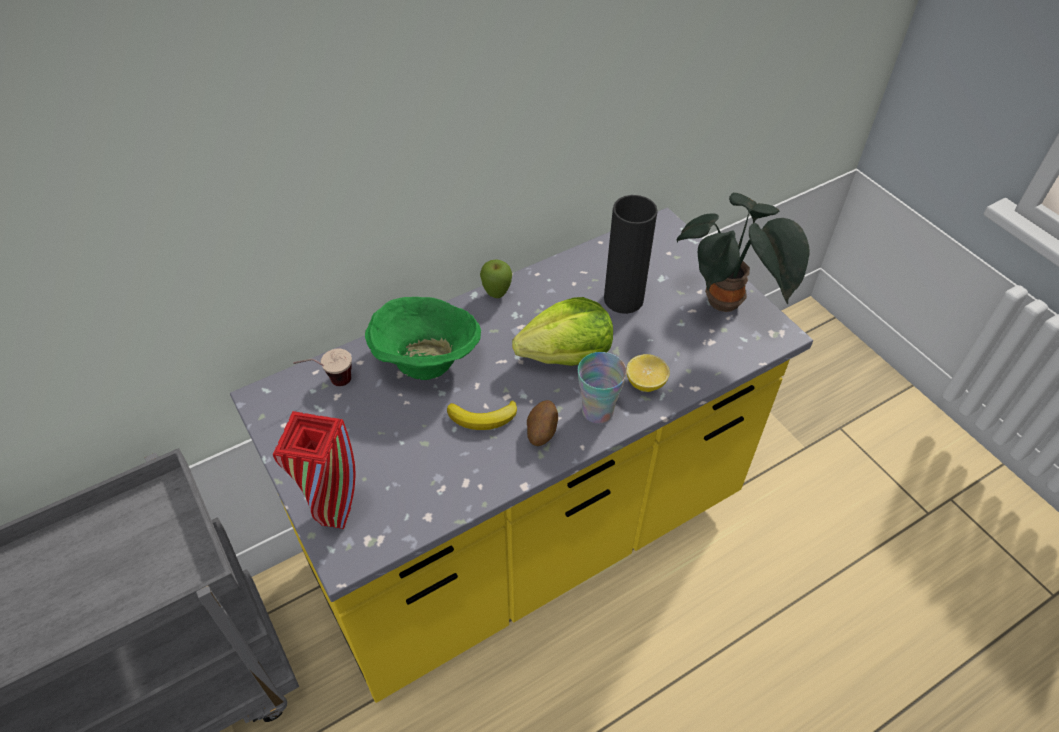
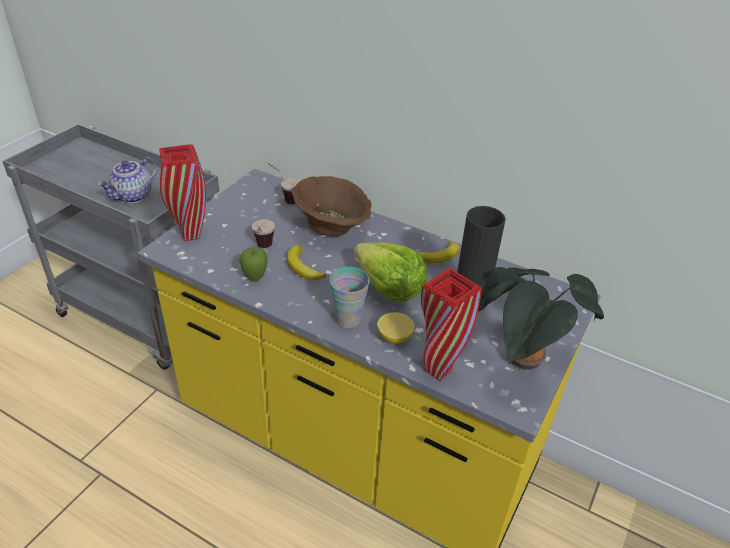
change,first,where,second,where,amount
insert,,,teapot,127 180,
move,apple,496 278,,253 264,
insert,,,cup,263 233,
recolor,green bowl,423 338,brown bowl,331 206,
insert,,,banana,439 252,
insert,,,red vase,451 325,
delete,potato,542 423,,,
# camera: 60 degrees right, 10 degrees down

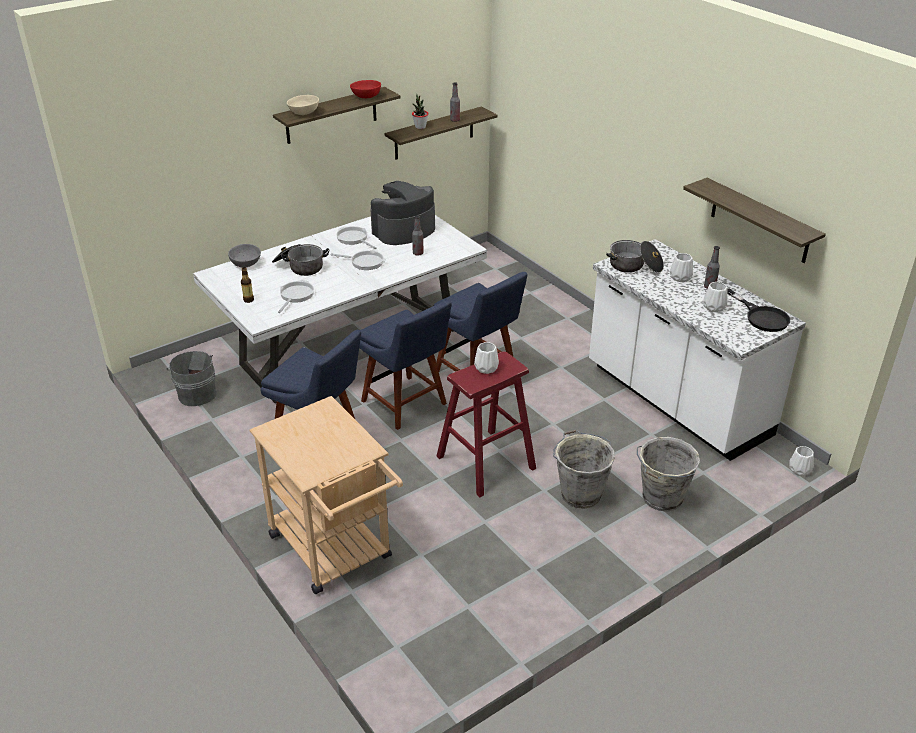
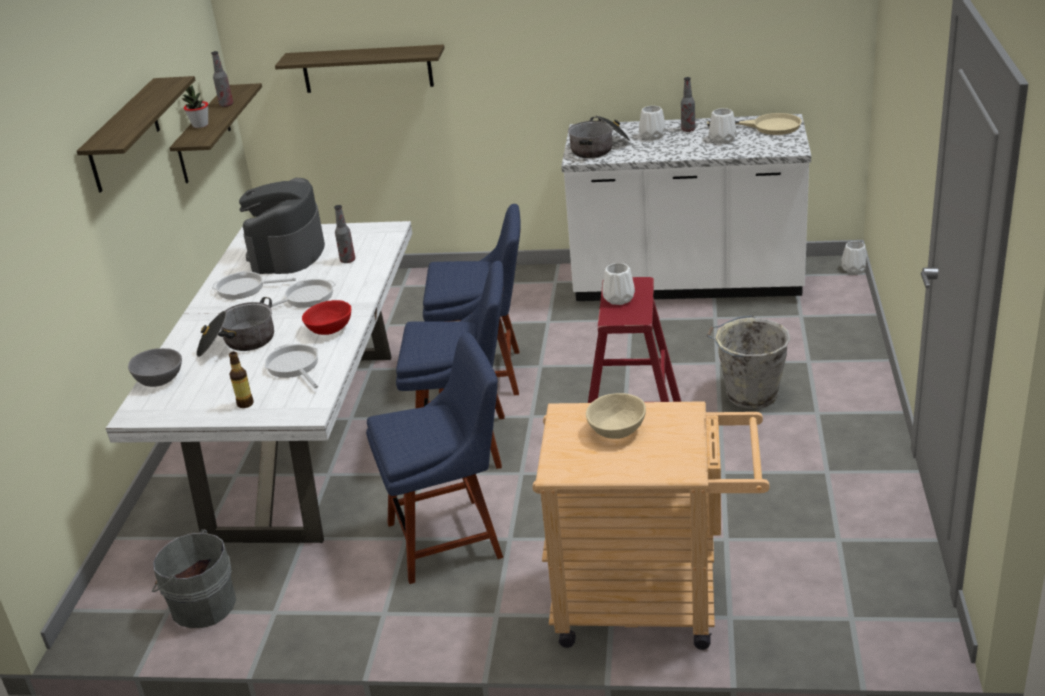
change,first,where,second,where,amount
move,shelf,754 220,,360 68,
move,red bowl,365 89,,326 317,
move,beige bowl,303 105,,616 416,
recolor,black frying pan,759 310,beige frying pan,754 124,
delete,grey bucket,668 474,,,
# camera: 45 degrees left, 5 degrees down

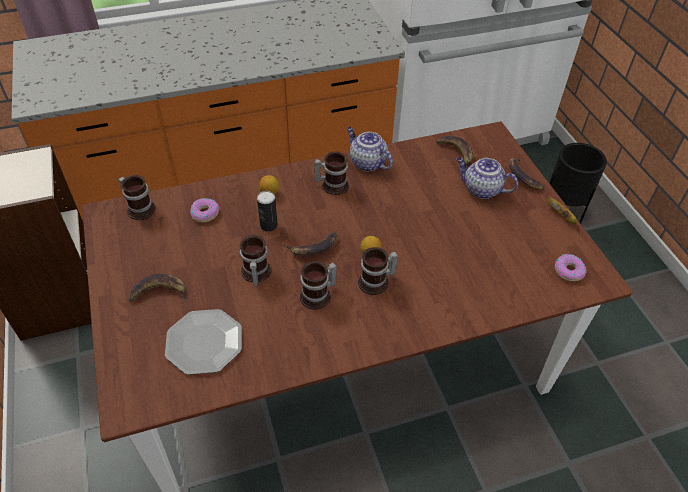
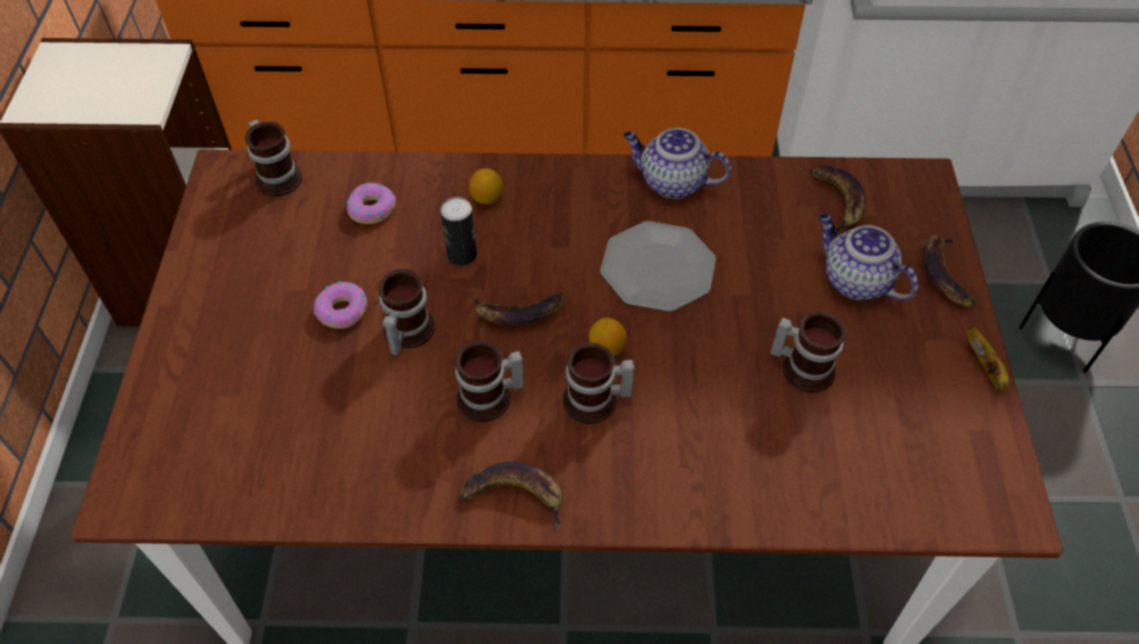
change,first,where,second,where,amount
move,donut,570 267,,340 305,
move,banana,158 288,,510 496,
move,plate,203 342,,658 266,
rotate,teapot,370 149,,677 163,45 degrees counterclockwise
move,mug,331 173,,808 351,
# camera: 20 degrees right, 5 degrees up

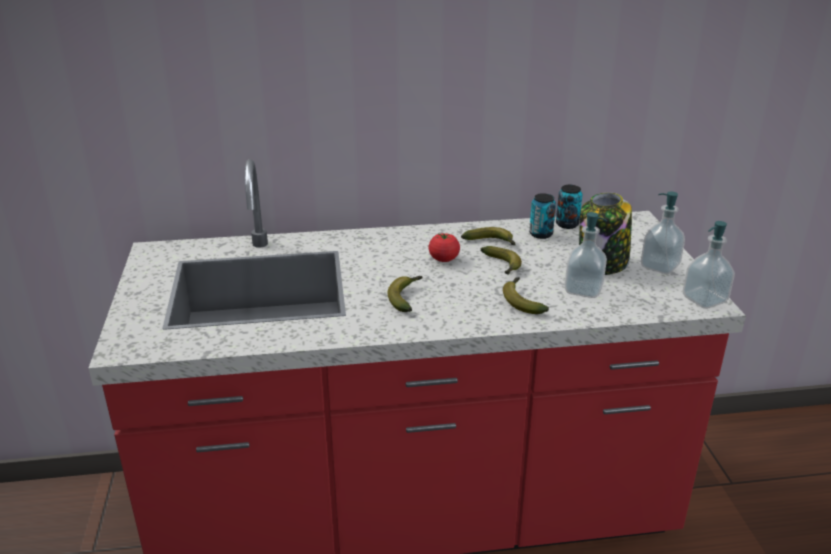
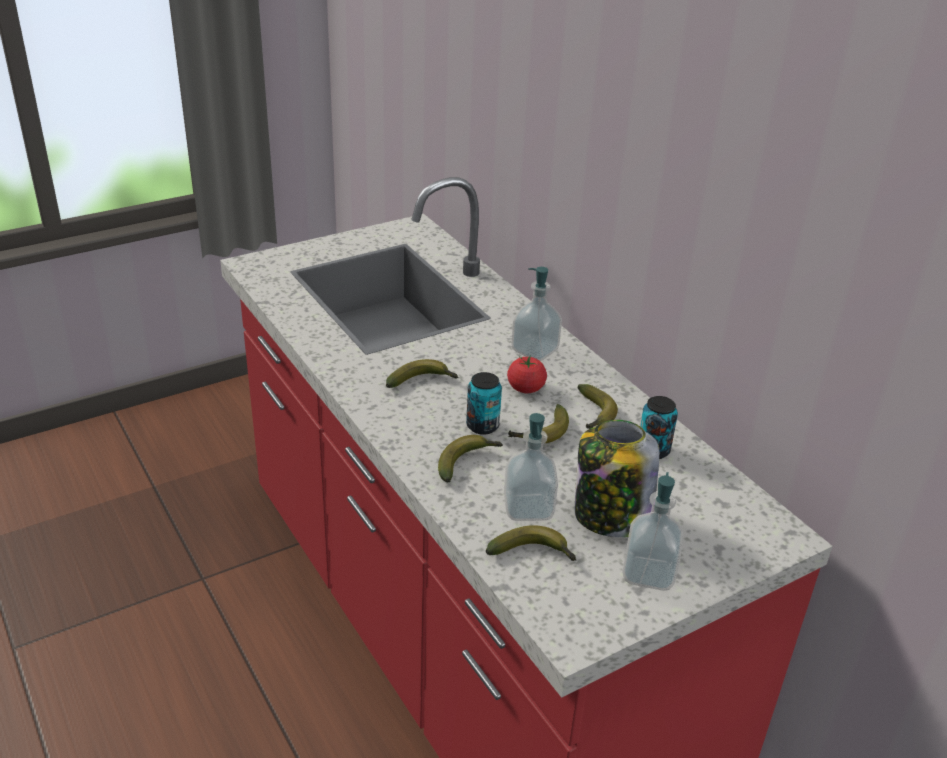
change,first,where,second,where,amount
move,can,569 207,,484 403,
insert,,,banana,531 543,
move,soap dispenser,709 265,,537 314,
# camera: 65 degrees right, 5 degrees up

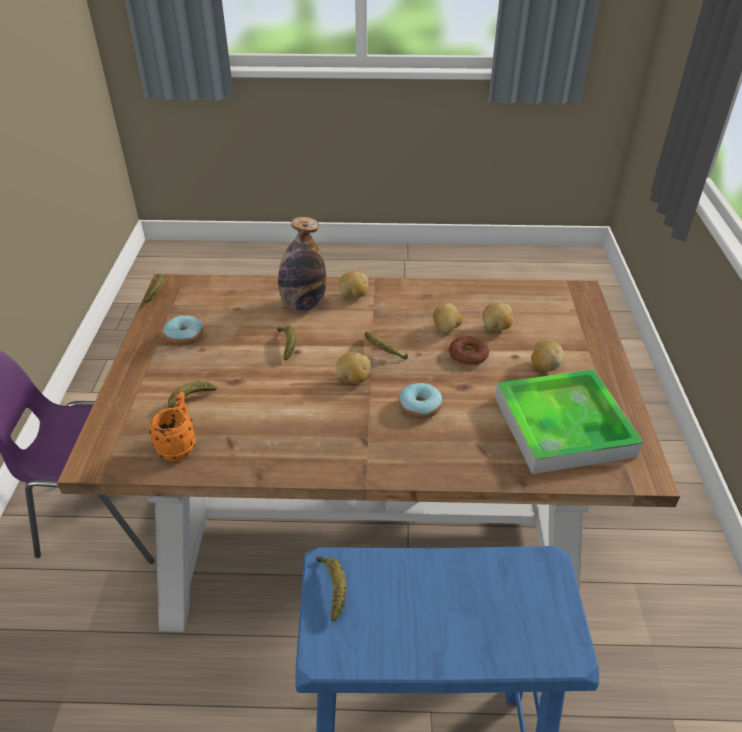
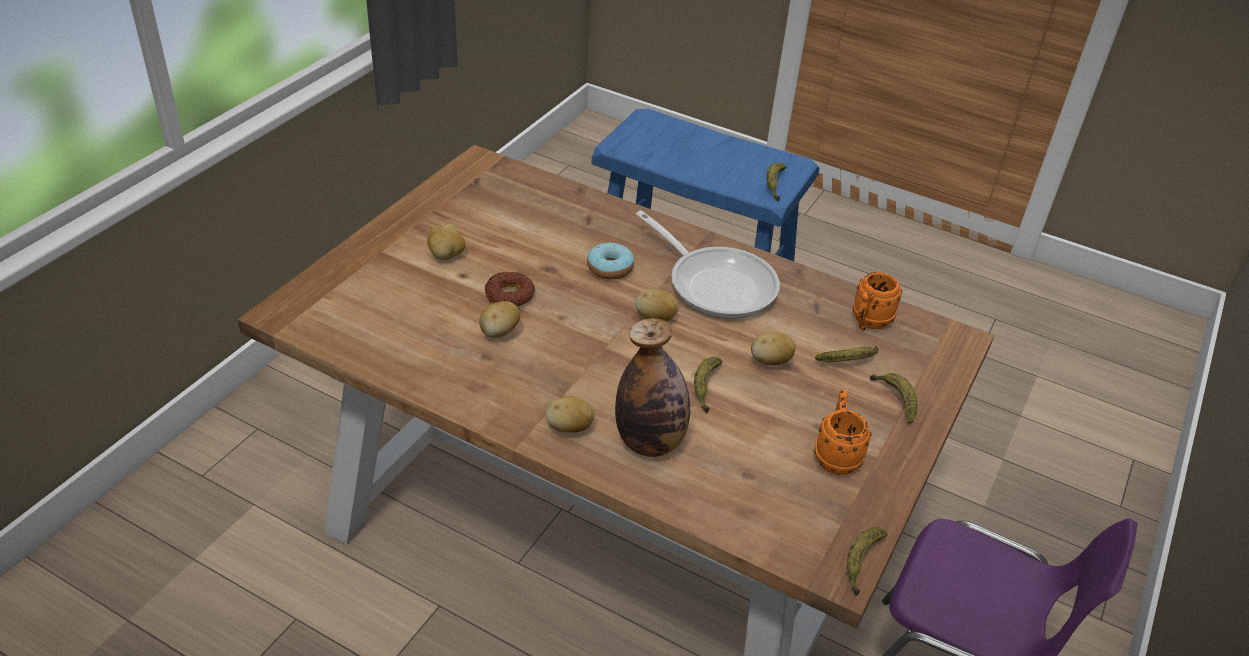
change,first,where,second,where,amount
insert,,,frying pan,708 265,
move,potato,498 316,,773 348,
replace,donut,183 330,orange mug,842 432,
move,banana,386 345,,893 398,
delete,tray,569 421,,,
# camera: 155 degrees left, 0 degrees up

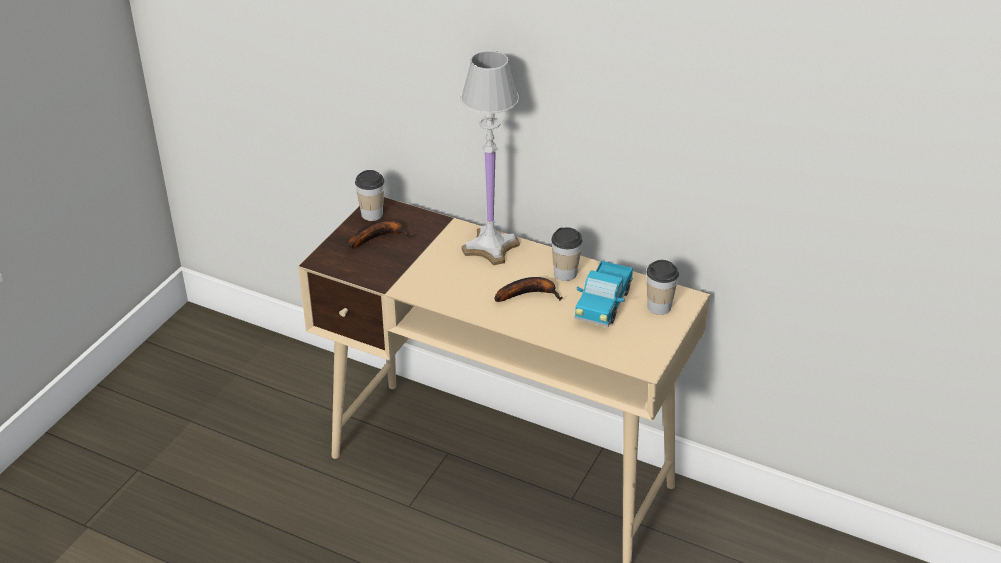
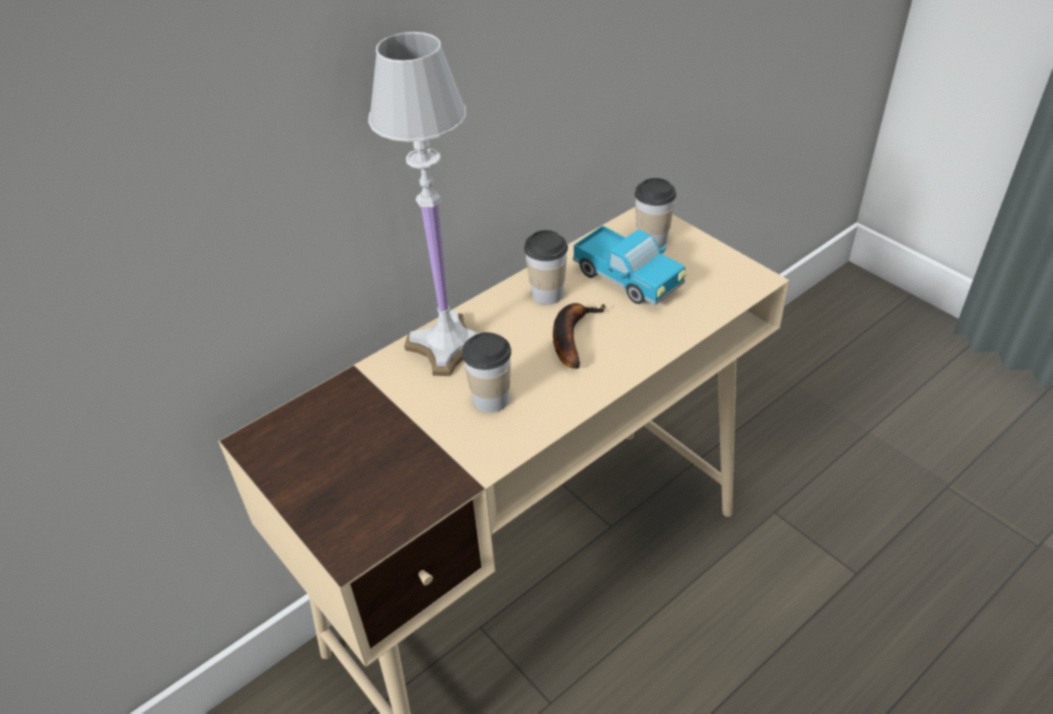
change,first,where,second,where,amount
move,cup,369 195,,486 372,
delete,banana,380 234,,,
# camera: 65 degrees left, 5 degrees up

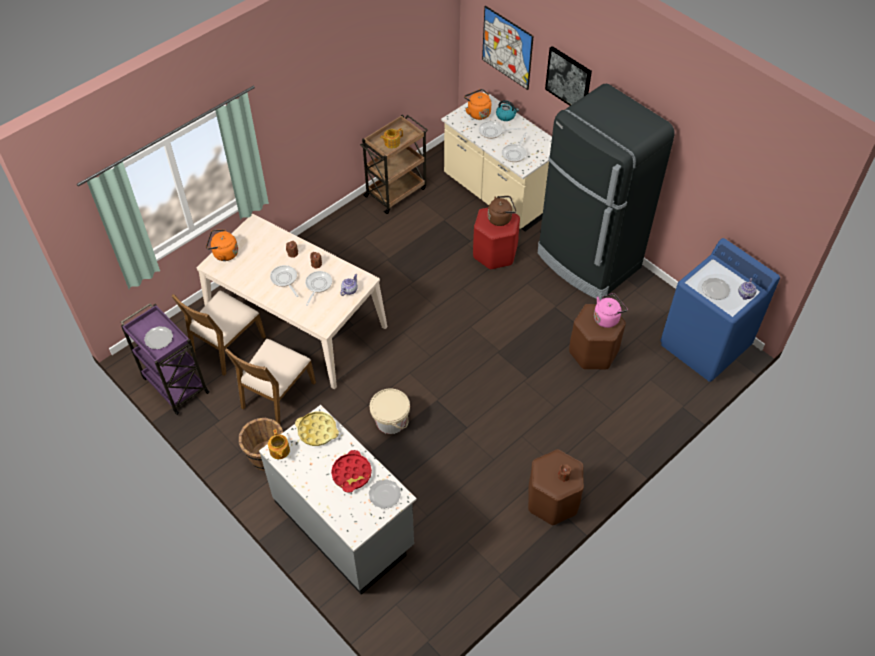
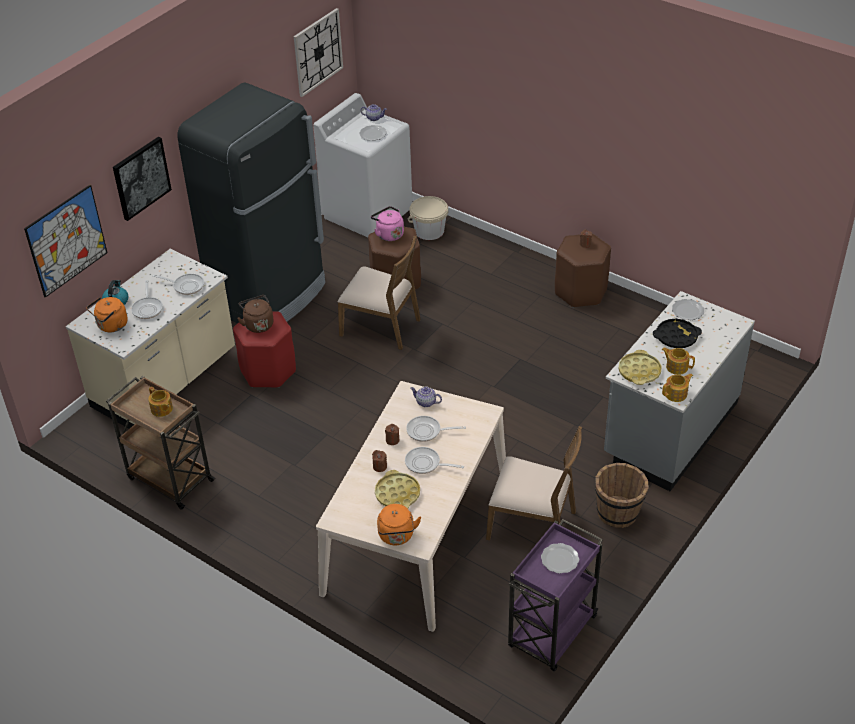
change,first,where,second,where,amount
insert,,,wall clock,318 52,
recolor,blue washing machine,720 310,white washing machine,362 165,
move,brown chair,219 333,,379 293,
insert,,,yellow tray,397 489,
rotate,frying pan,284 281,,434 460,60 degrees clockwise
move,beige bucket,390 411,,428 218,
recolor,red tray,351 471,black tray,677 333,
insert,,,teapot,678 361,
# camera: 100 degrees left, 10 degrees down

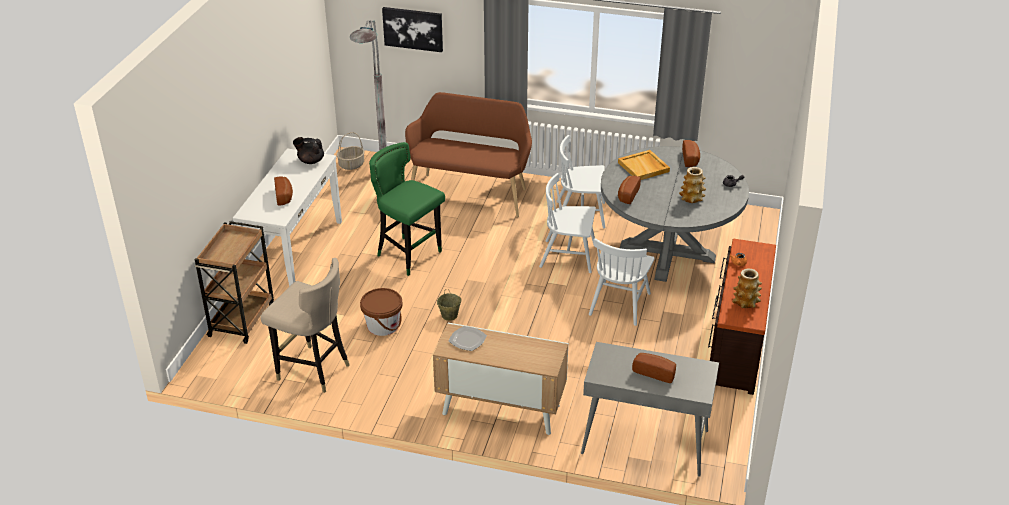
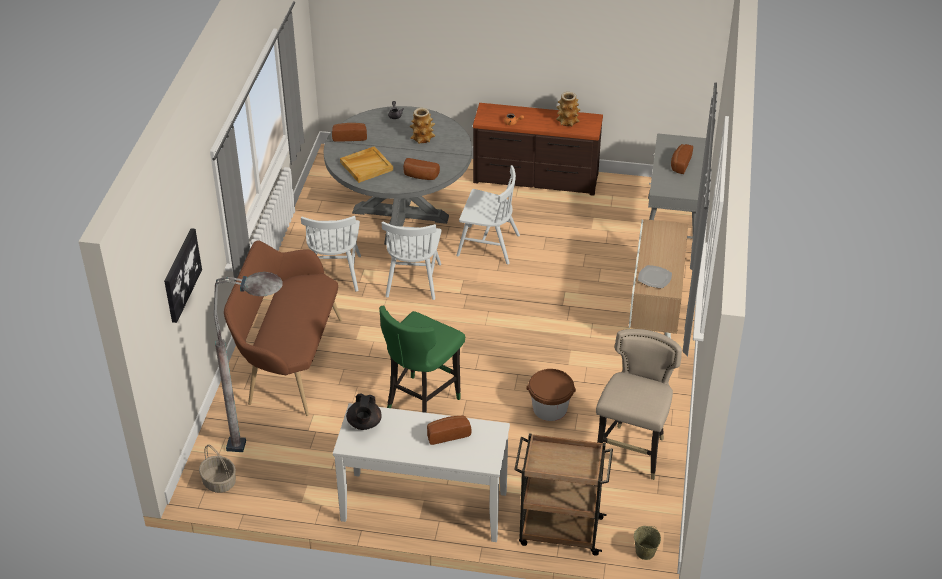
change,first,where,second,where,amount
move,beige bucket,449 305,,647 543,
# camera: 95 degrees left, 5 degrees up

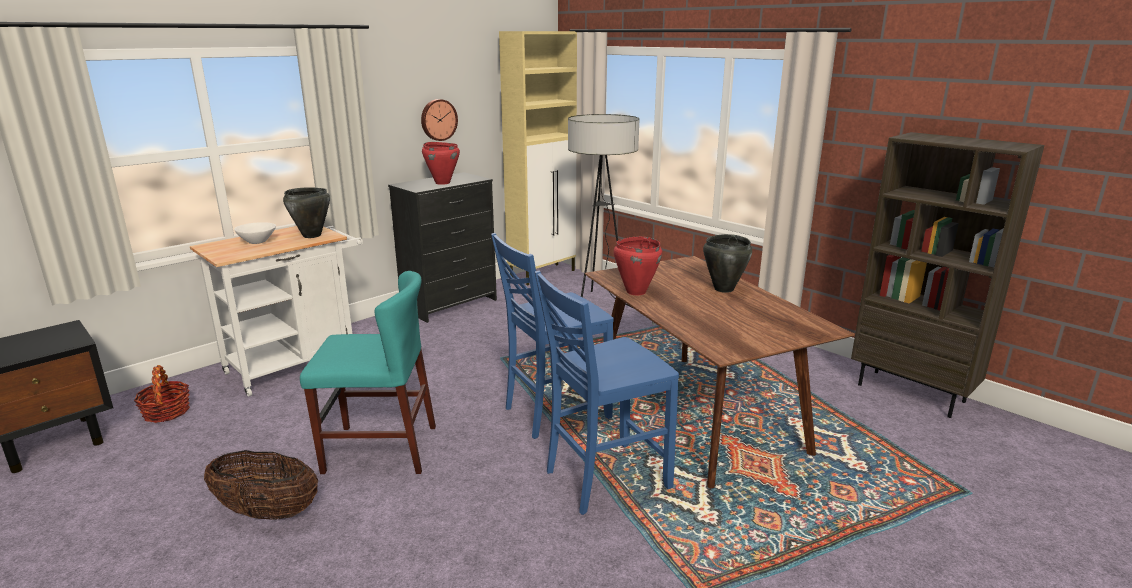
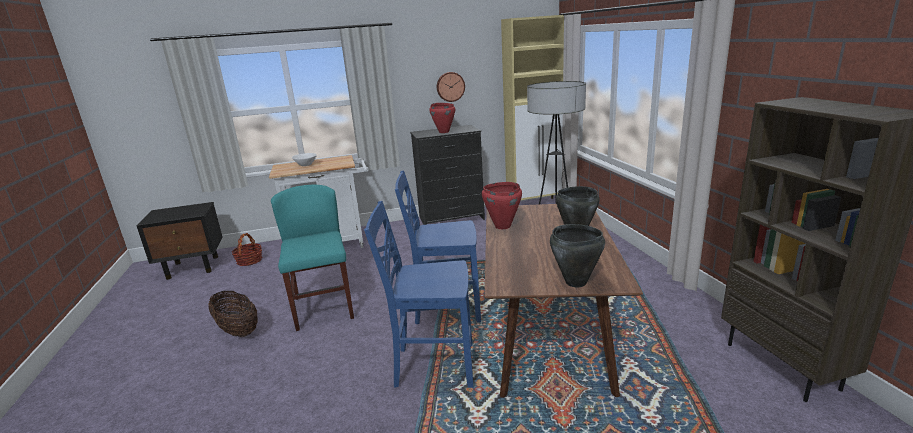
change,first,where,second,where,amount
rotate,turquoise chair,368 372,,312 257,135 degrees counterclockwise
move,black cooking pot,306 212,,577 255,
# camera: 30 degrees right, 0 degrees up

